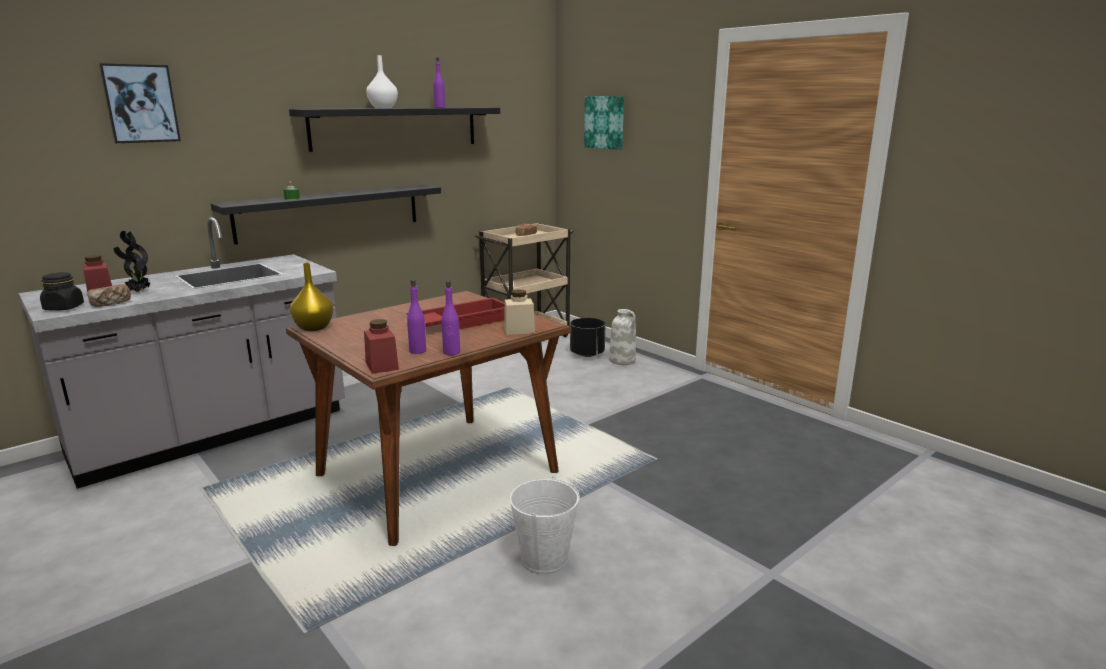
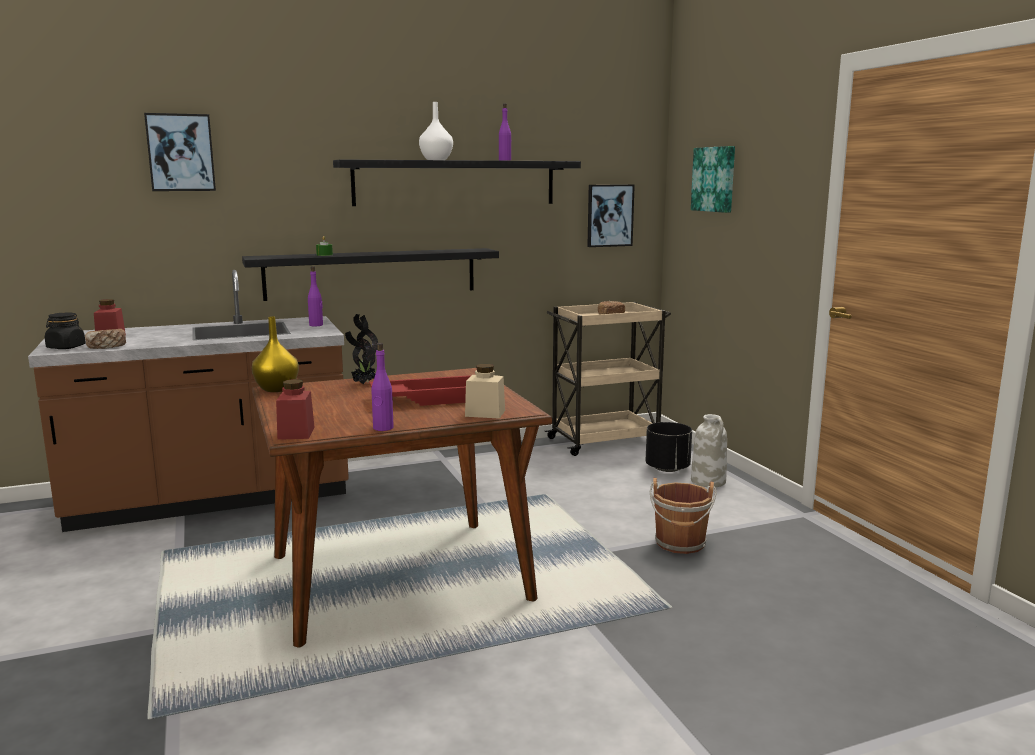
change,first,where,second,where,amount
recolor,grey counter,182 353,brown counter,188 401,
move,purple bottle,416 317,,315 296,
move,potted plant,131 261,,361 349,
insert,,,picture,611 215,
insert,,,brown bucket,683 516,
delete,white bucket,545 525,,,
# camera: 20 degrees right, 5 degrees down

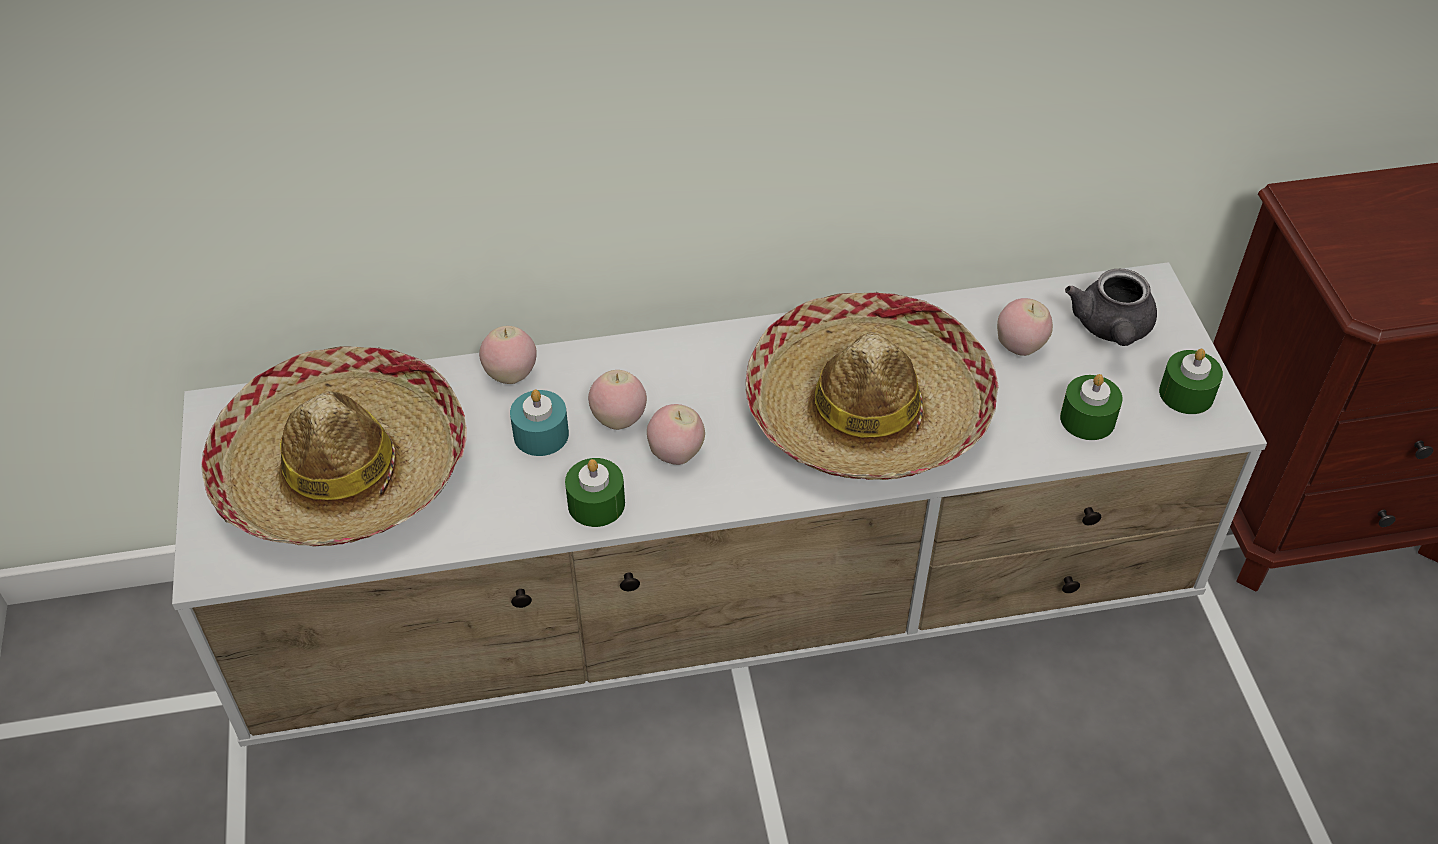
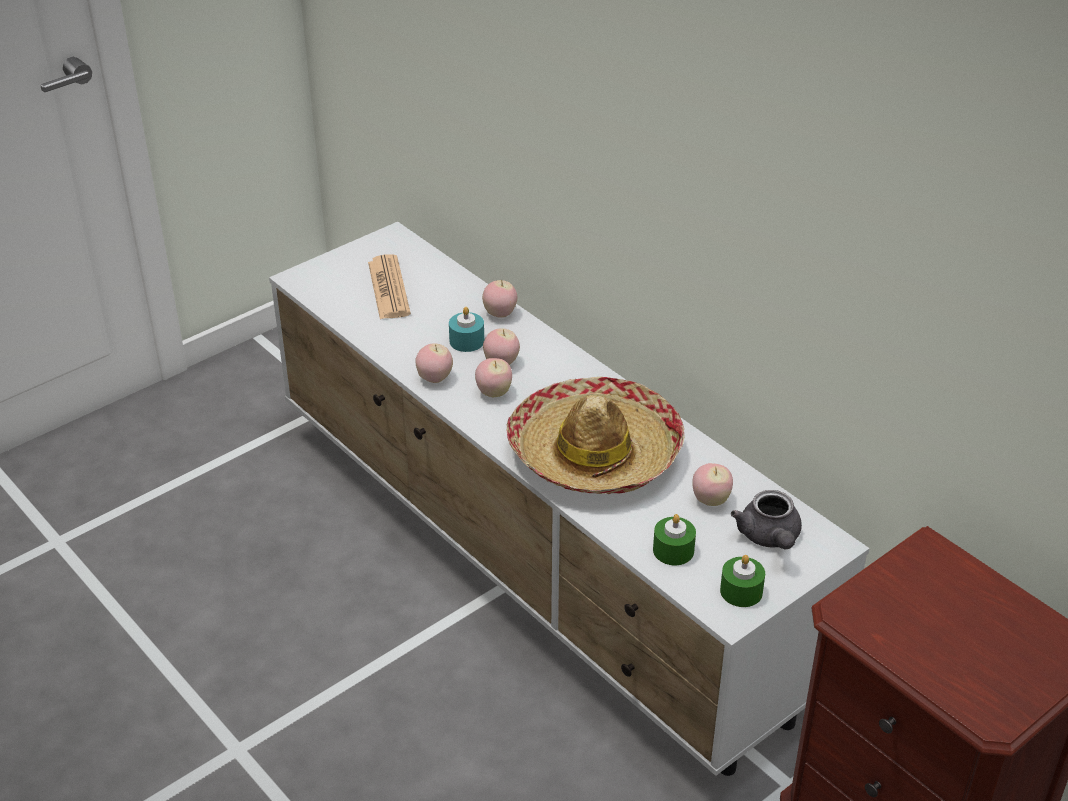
change,first,where,second,where,amount
replace,hat,334 446,newspaper,389 286,
replace,green candle,595 492,apple,434 363,
rotate,grey teapot,1111 307,,766 520,75 degrees counterclockwise
# camera: 60 degrees right, 10 degrees down

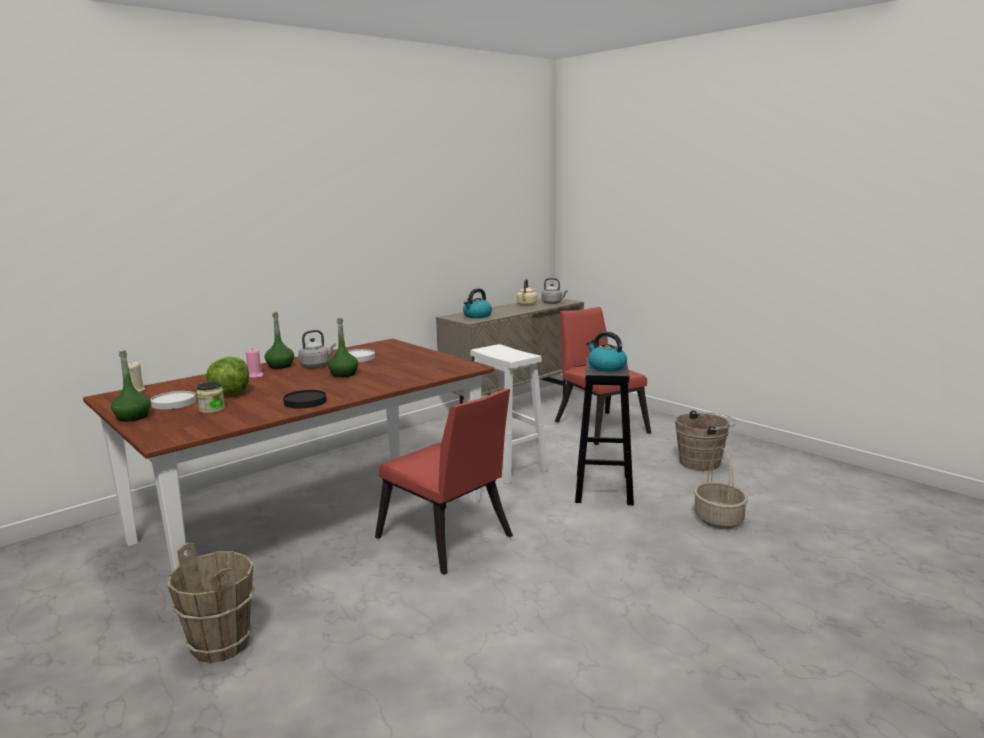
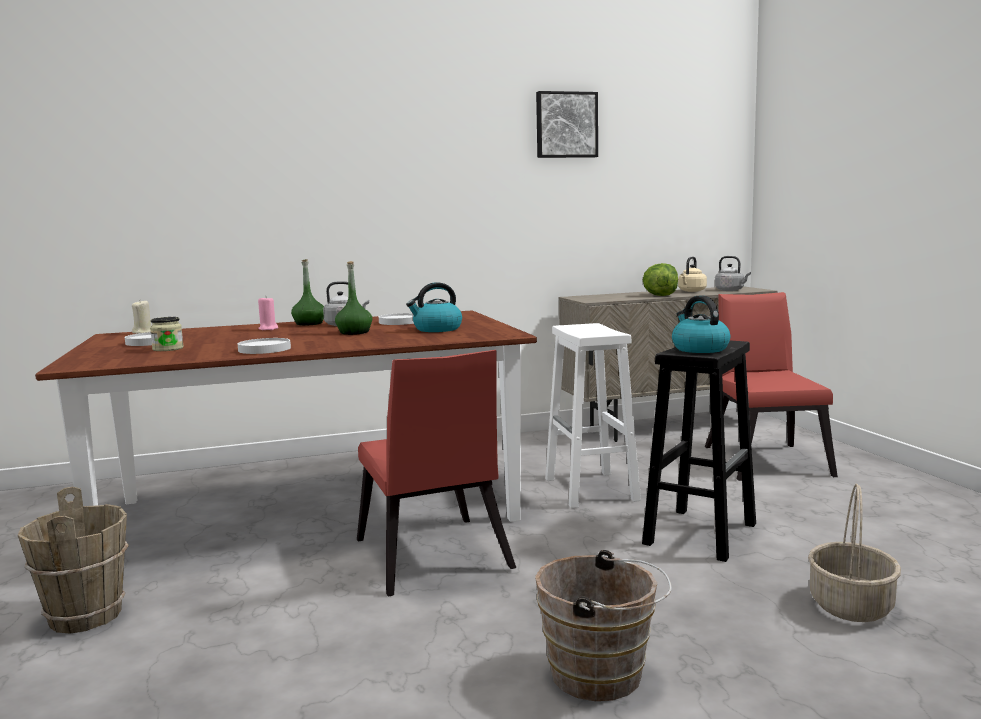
change,first,where,second,where,amount
recolor,black plate,305 399,white plate,264 346,
move,kettle,477 303,,434 307,
move,brown bucket,705 440,,603 625,
insert,,,picture,567 124,
move,lettuce,227 376,,660 279,
delete,green bottle,131 386,,,
# camera: 25 degrees right, 5 degrees down

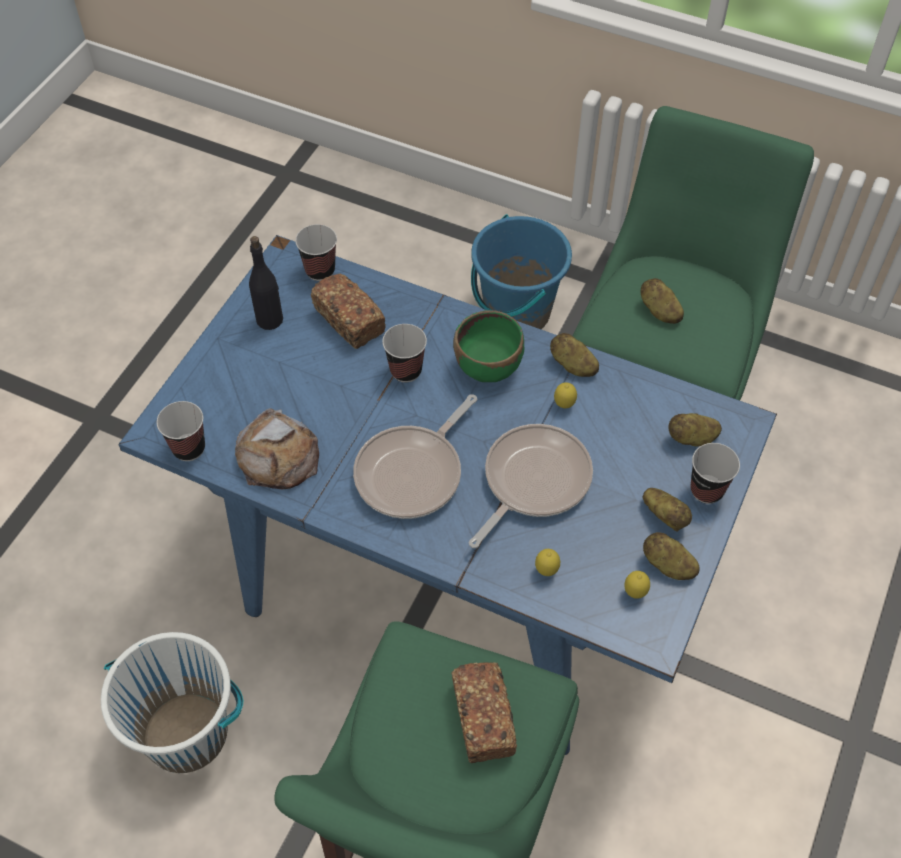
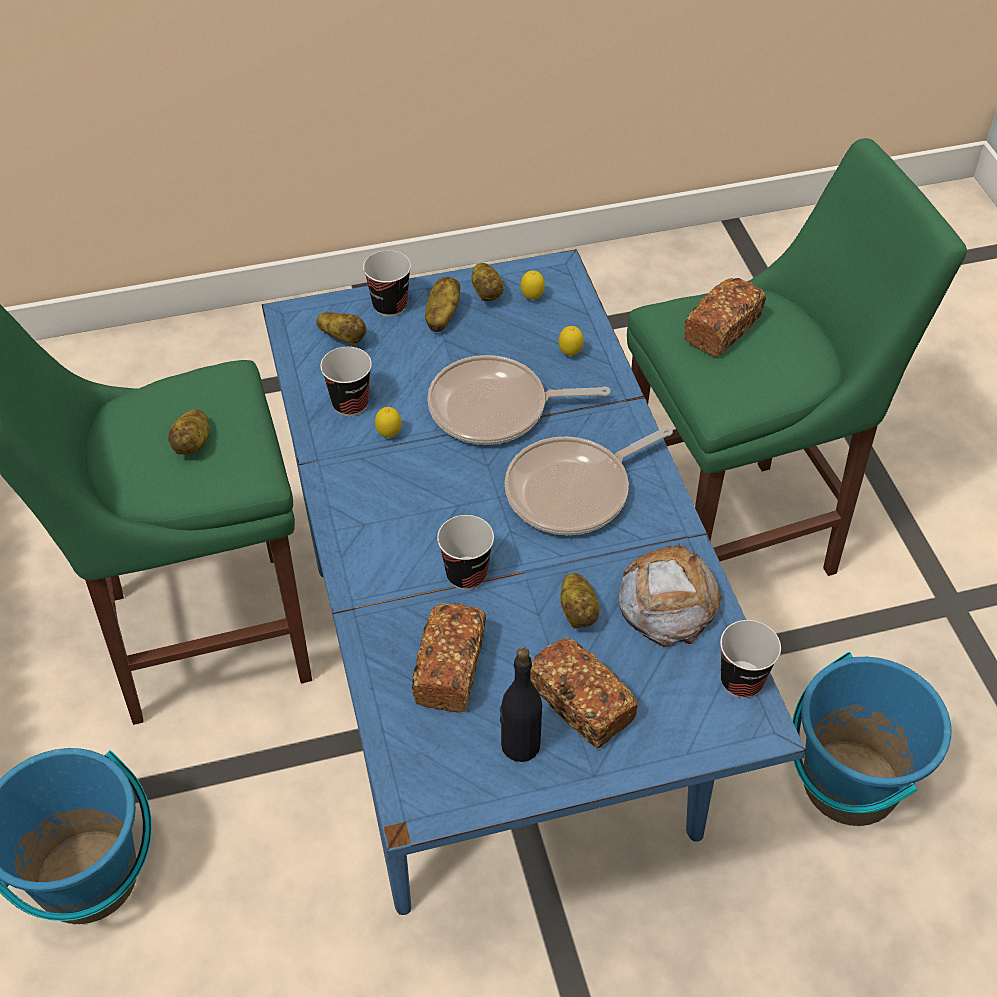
change,first,where,second,where,amount
move,cup,316 252,,346 381,
rotate,frying pan,415 456,,589 480,150 degrees clockwise
insert,,,bread,584 693,
move,potato,574 355,,580 601,
recolor,white bucket,172 702,blue bucket,871 739,
delete,green bowl,488 346,,,
# camera: 130 degrees left, 5 degrees down

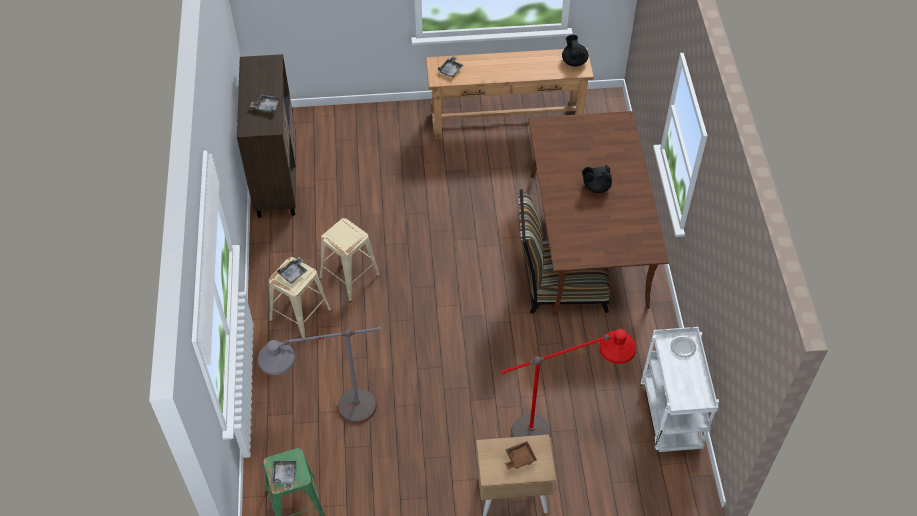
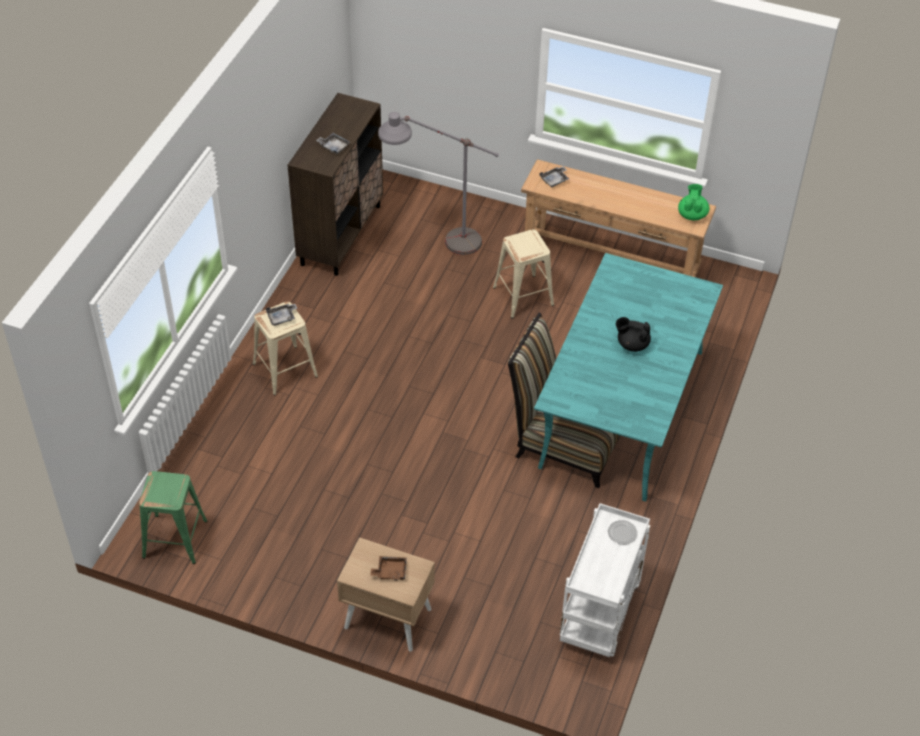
change,first,where,second,where,amount
move,grey floor lamp,319 375,,438 183,
move,beige stool,349 260,,523 273,
recolor,brown dining table,598 213,turquoise dining table,628 377,
recolor,black teapot,575 51,green teapot,693 202,
delete,grey tray,284 475,,,
delete,red floor lamp,568 383,,,
# camera: 25 degrees right, 5 degrees down

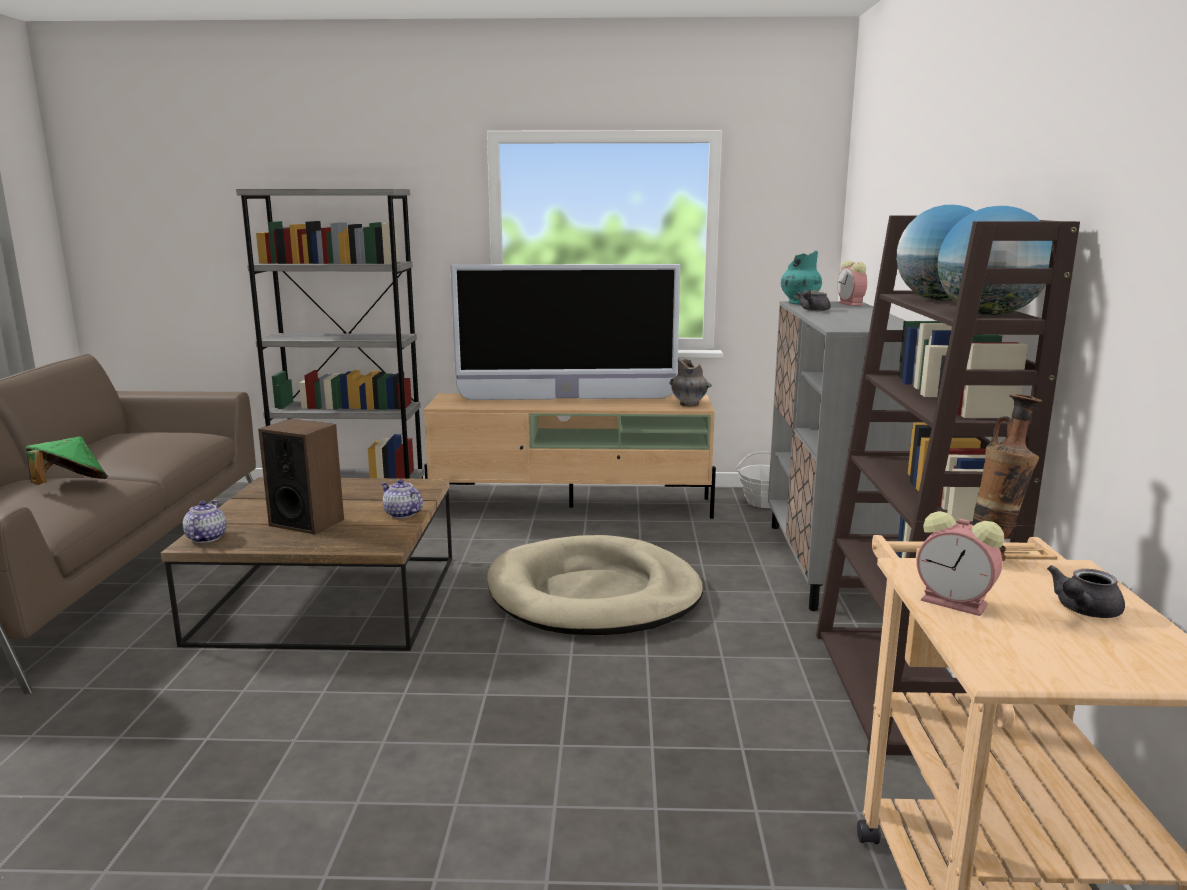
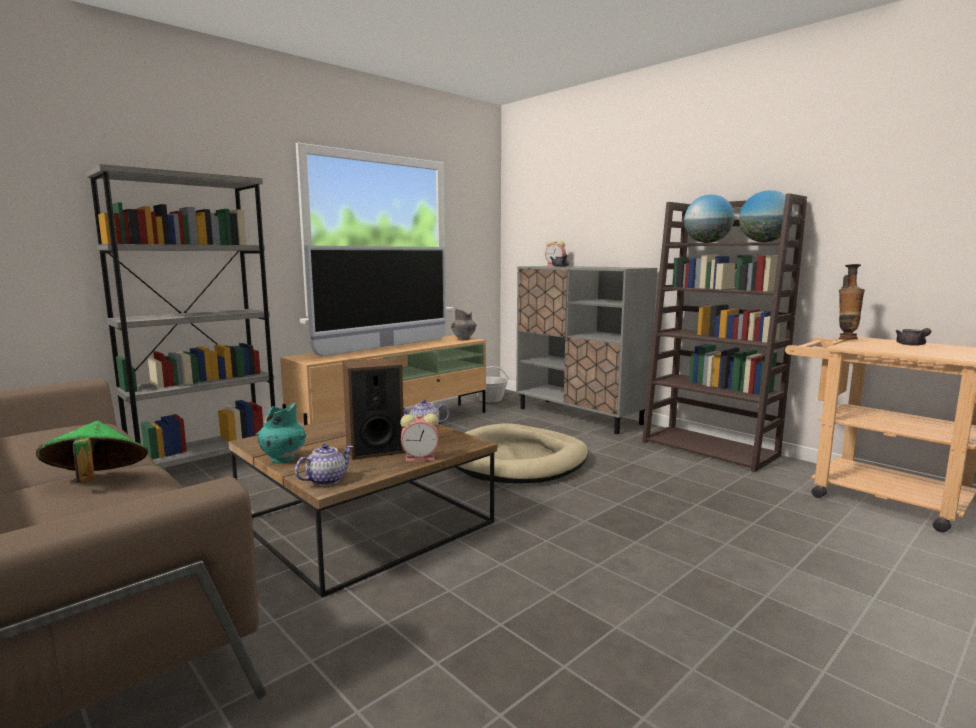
change,first,where,second,where,amount
move,turquoise vase,801 277,,281 433,
rotate,teapot,204 521,,324 465,90 degrees clockwise
move,alarm clock,960 563,,419 437,
# camera: 45 degrees left, 5 degrees down

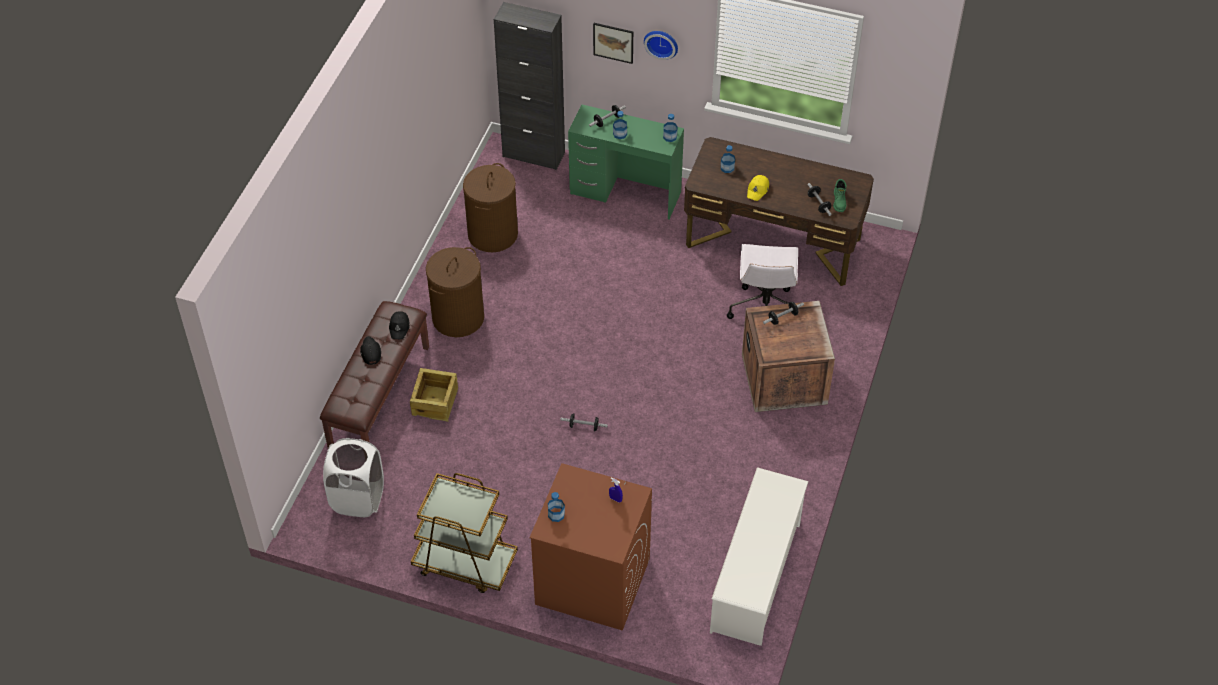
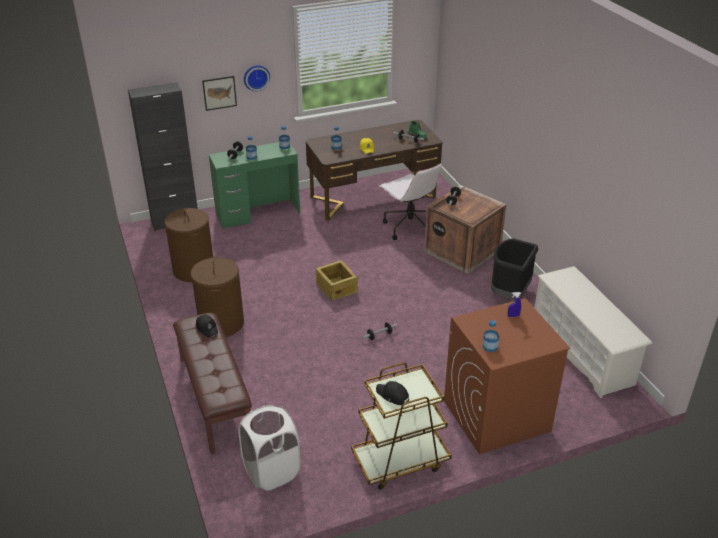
change,first,where,second,where,amount
move,crate,434 395,,337 280,
move,black cap,370 350,,392 393,
insert,,,black trash can,514 269,
# camera: 40 degrees left, 15 degrees down

